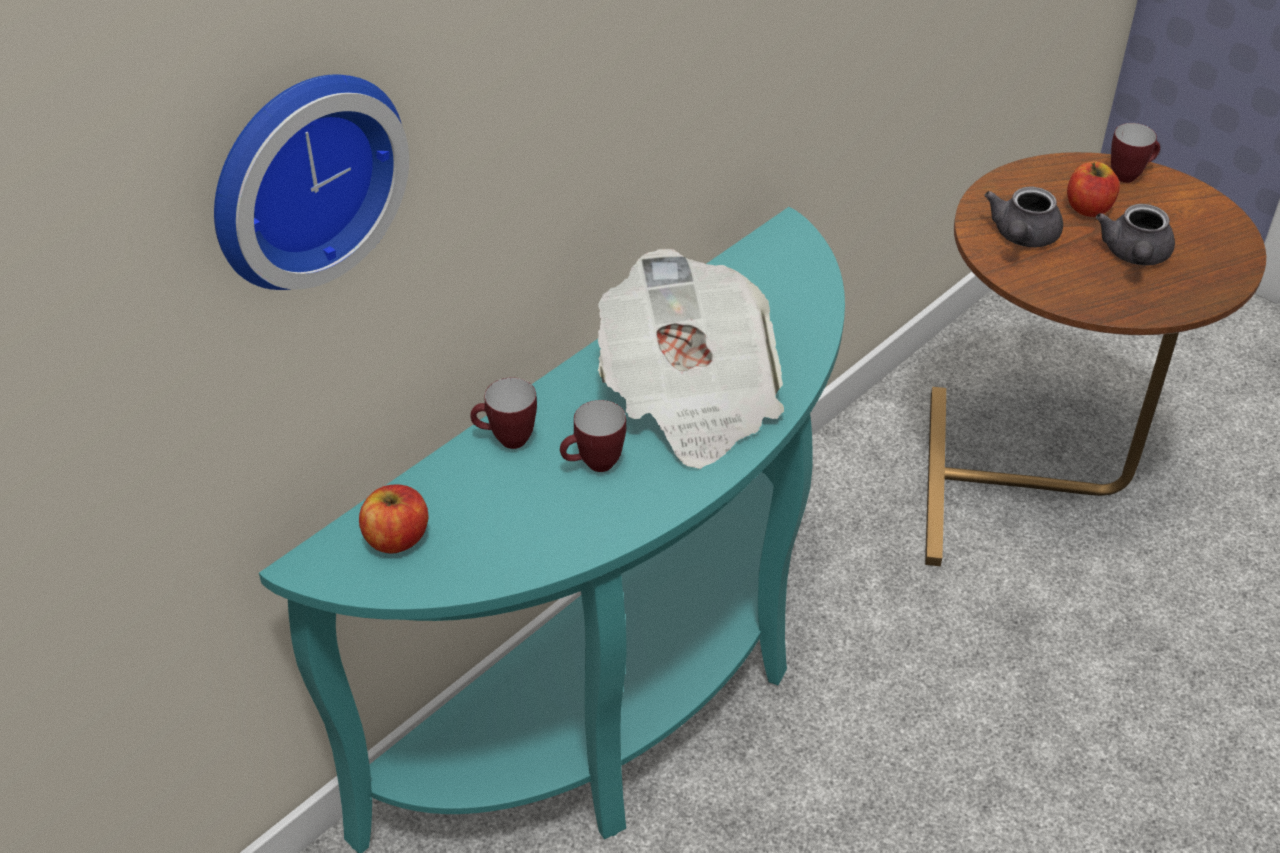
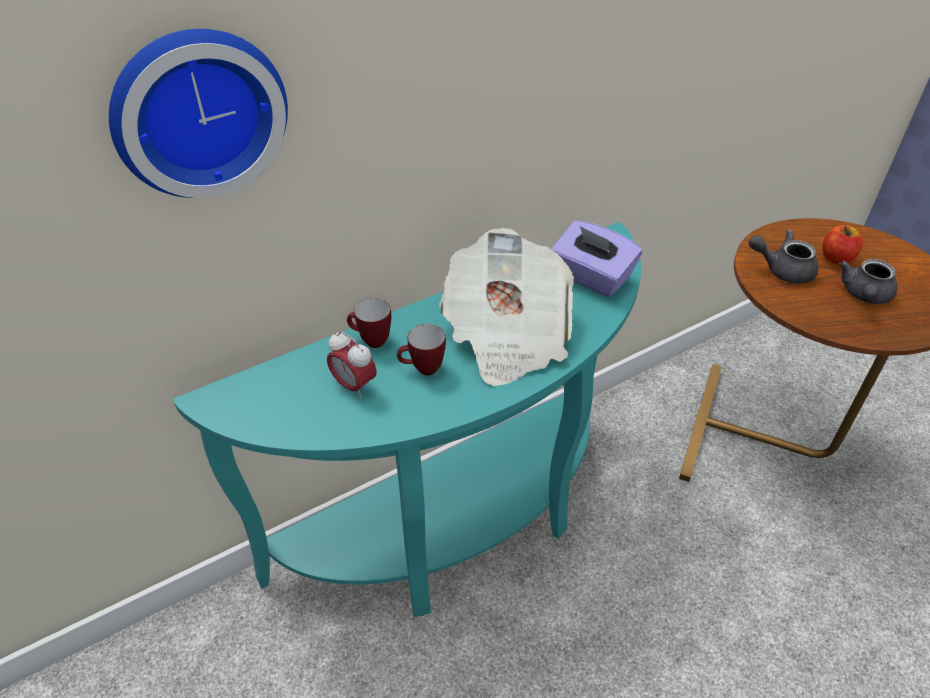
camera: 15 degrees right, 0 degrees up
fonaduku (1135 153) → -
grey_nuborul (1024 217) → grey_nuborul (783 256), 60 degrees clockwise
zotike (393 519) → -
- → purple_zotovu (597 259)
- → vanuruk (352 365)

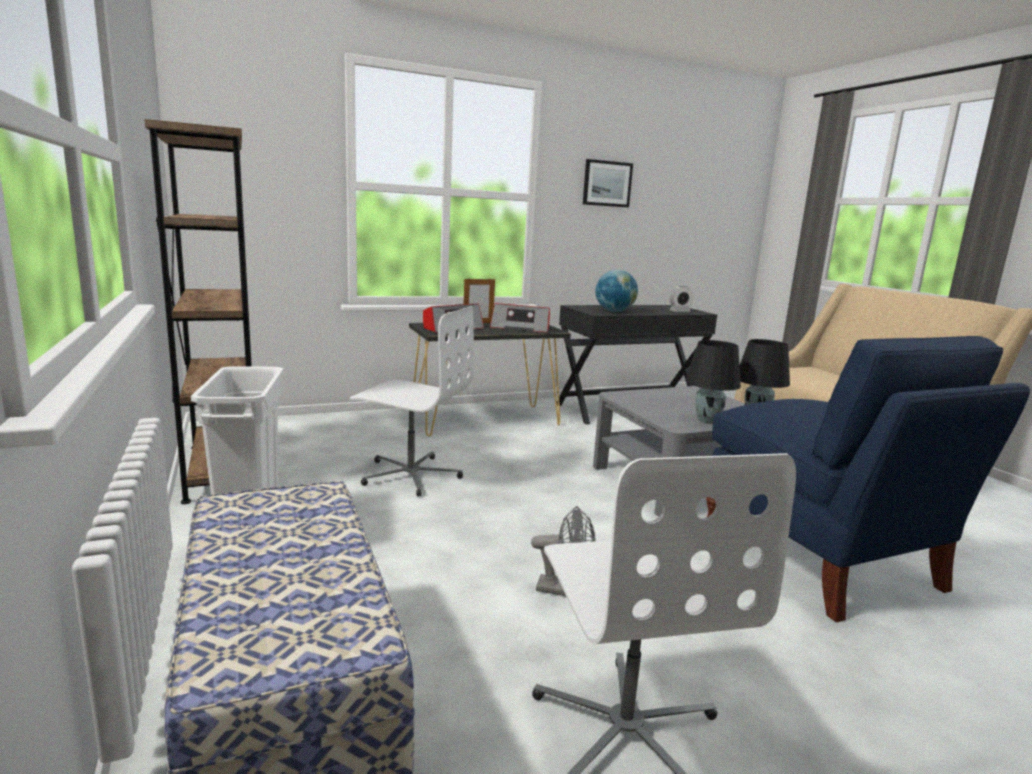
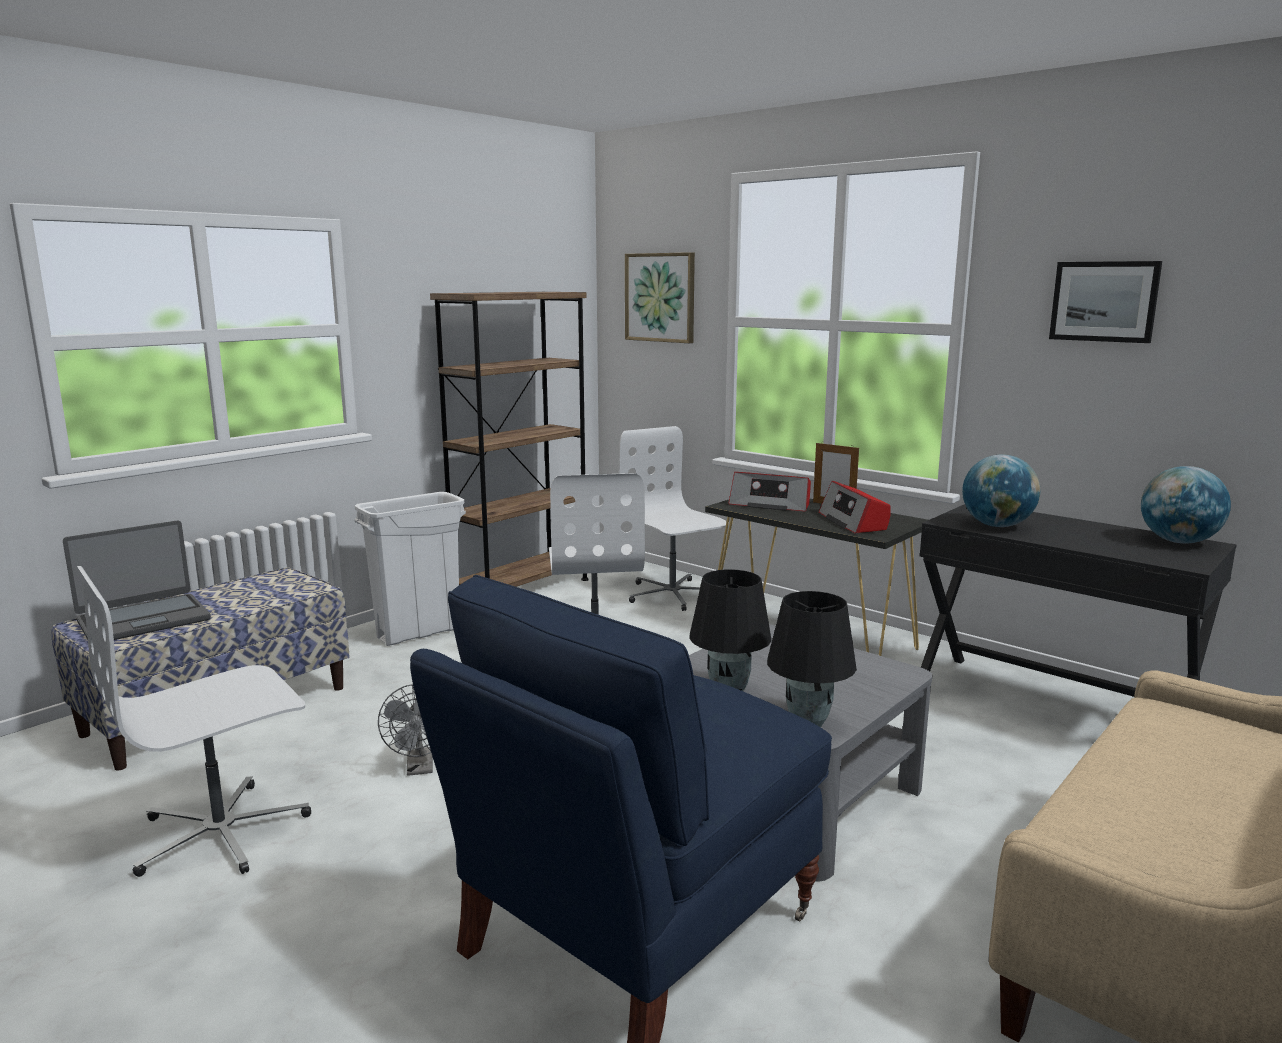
camera: 65 degrees right, 0 degrees up
vanuruk (681 299) → -
- → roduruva (660 297)
- → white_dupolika (673 518)
- → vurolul (1186 504)
- → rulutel (137 580)

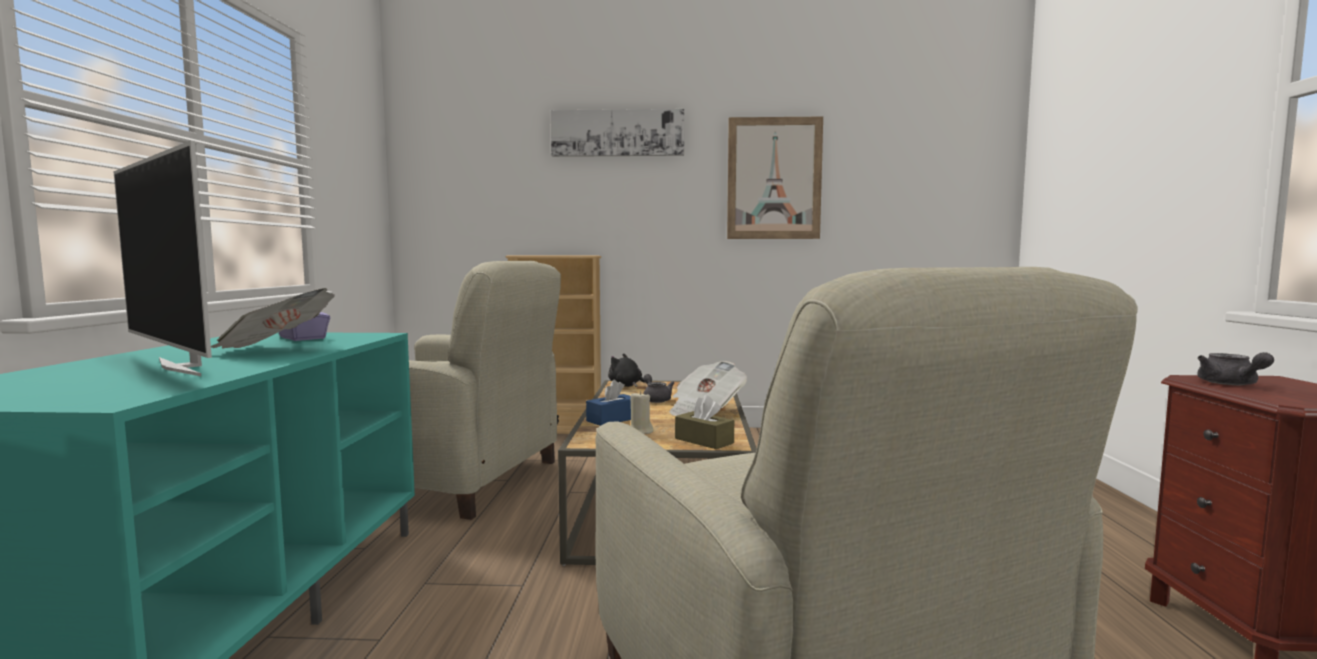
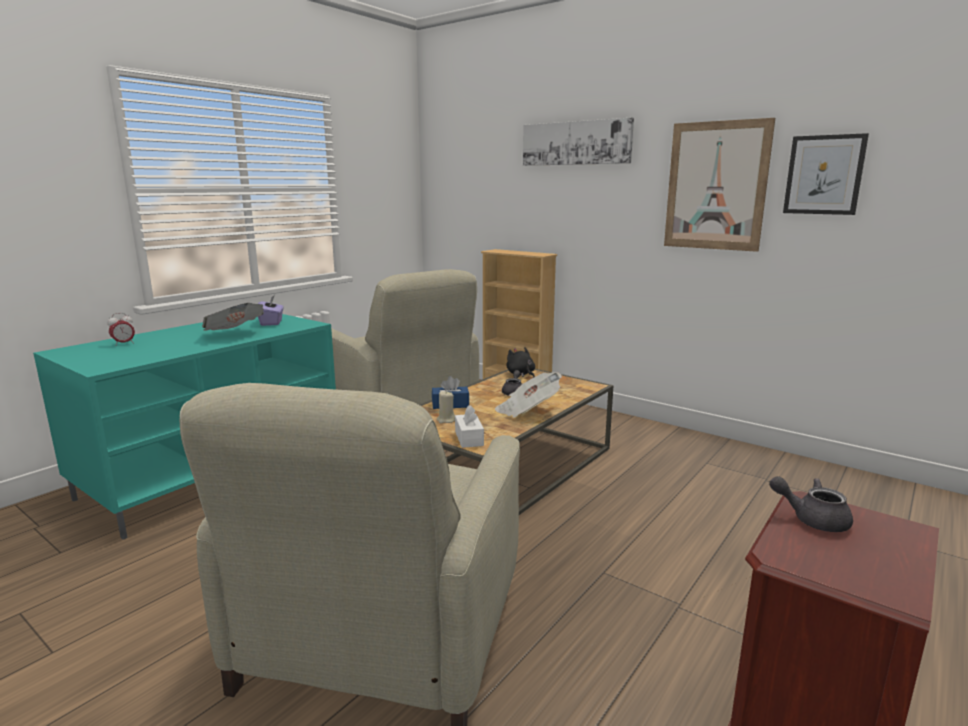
camera: 35 degrees right, 10 degrees up
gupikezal (162 258) → -
grey_nuborul (1235 368) → grey_nuborul (811 504), 75 degrees clockwise
brown_zotovu (704 422) → white_zotovu (469 426)
- → roduruva (826 174)
- → vanuruk (121 329)

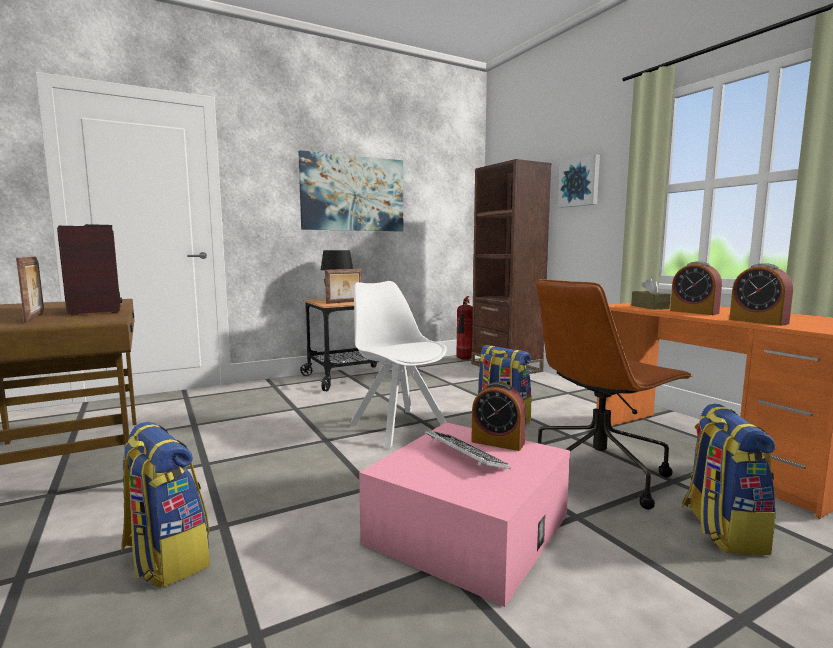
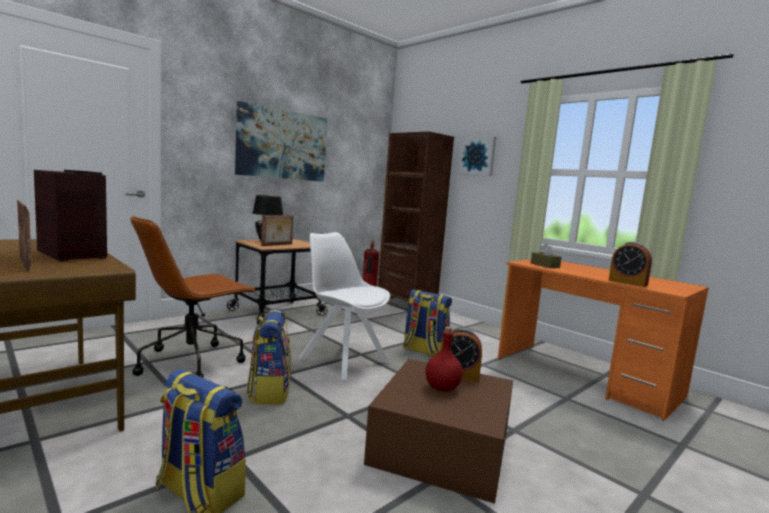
camera: 15 degrees left, 0 degrees up
vanuruk (696 288) → -
brown_dupolika (614 394) → brown_dupolika (193 297), relocated
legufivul (729 479) → legufivul (269 356), relocated
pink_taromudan (464 514) → brown_taromudan (438 431)
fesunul (468 450) → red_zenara (444 359)

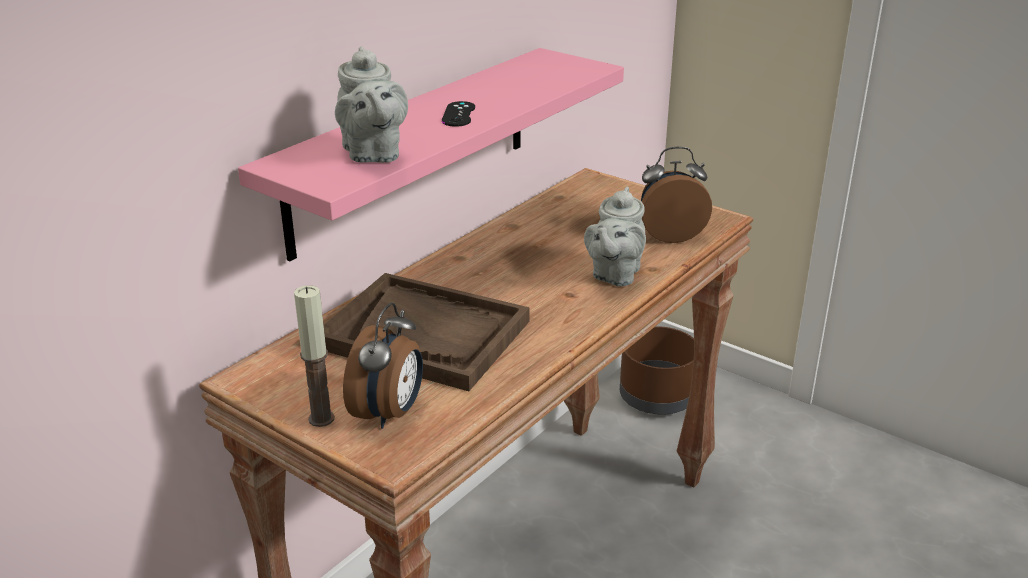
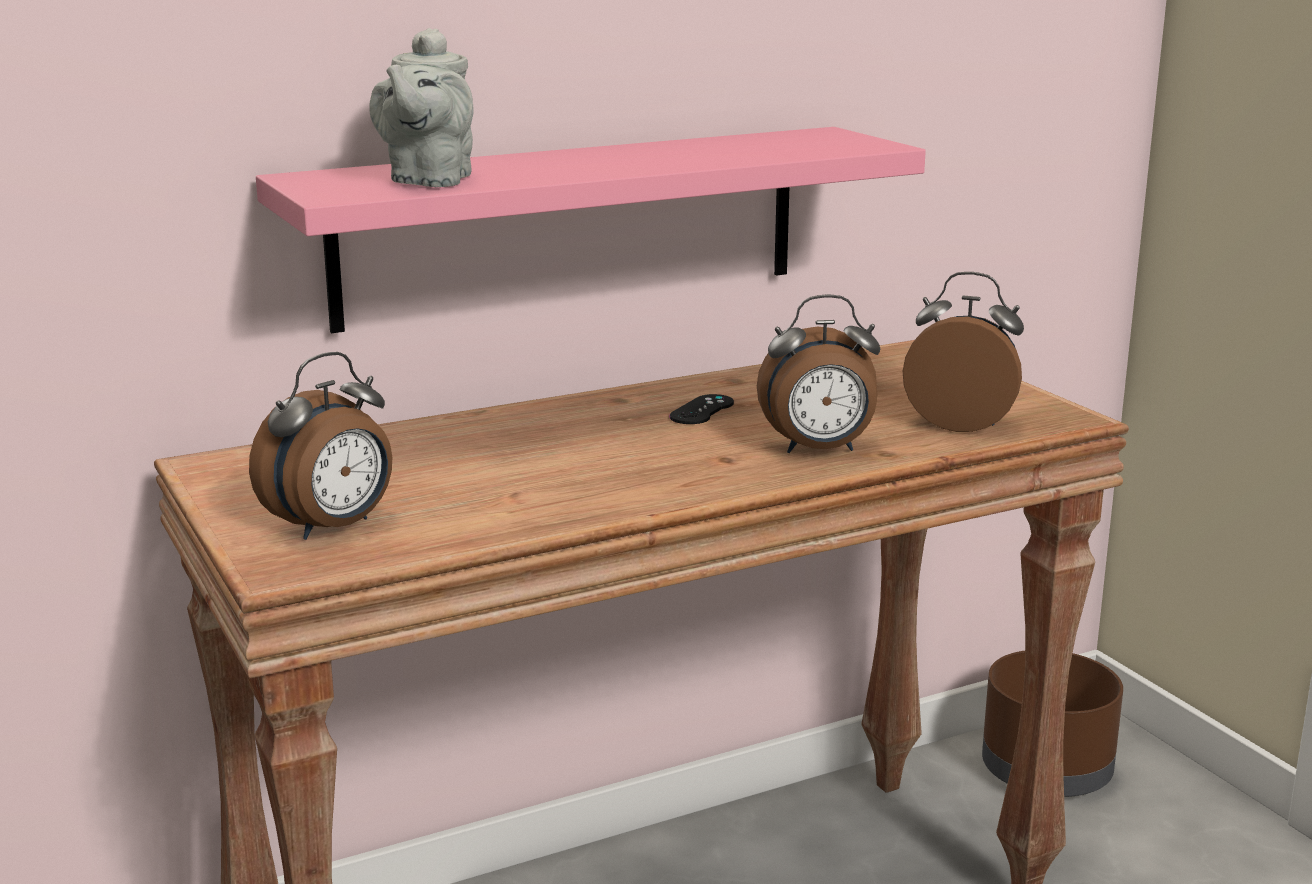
camera: 25 degrees right, 10 degrees down
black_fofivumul (458 114) → black_fofivumul (701 409), relocated
grey_nuborul (615 237) → vanuruk (818 373)
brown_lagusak (426 332) → -
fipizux (314 356) → -

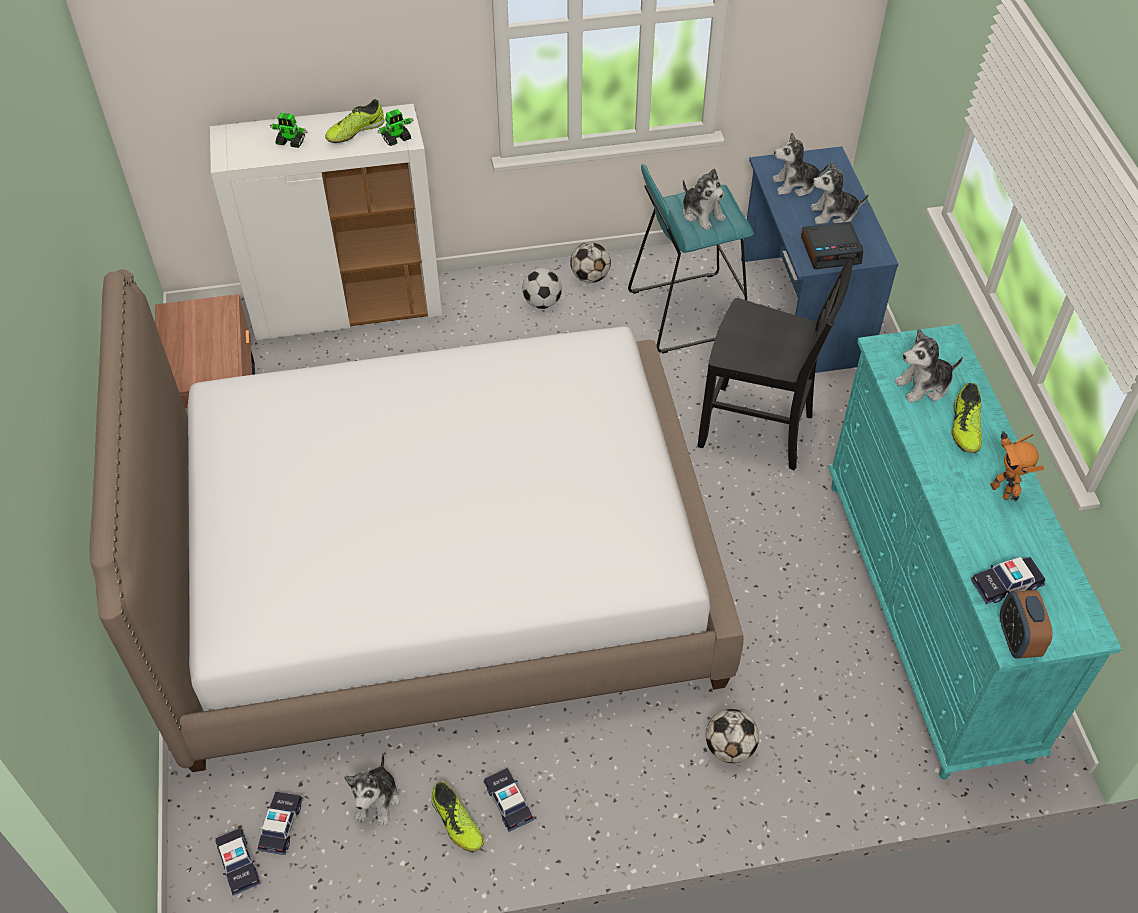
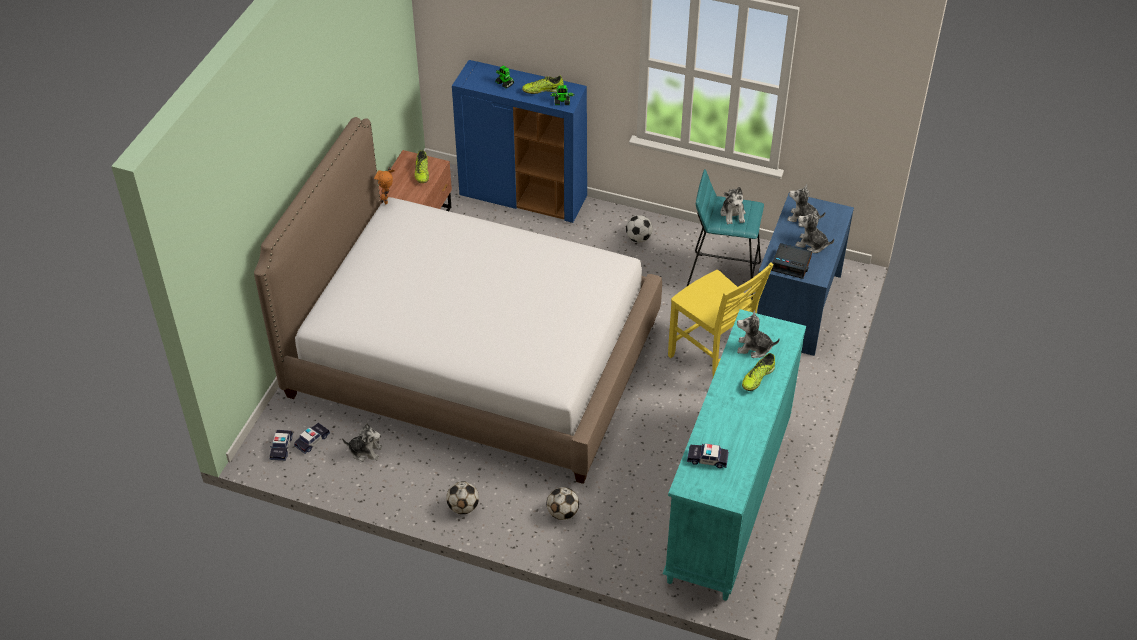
camera: 30 degrees right, 5 degrees down
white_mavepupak (326 222) → blue_mavepupak (519 141)
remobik (590 262) → remobik (462 498), relocated
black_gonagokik (776 362) → yellow_gonagokik (721 320)
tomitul (1017 466) → tomitul (384 186), relocated
vanuruk (1026 624) → -
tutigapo (372 789) → tutigapo (362 442), 120 degrees counterclockwise
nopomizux (508 800) → -
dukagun (457 817) → dukagun (421 166), relocated

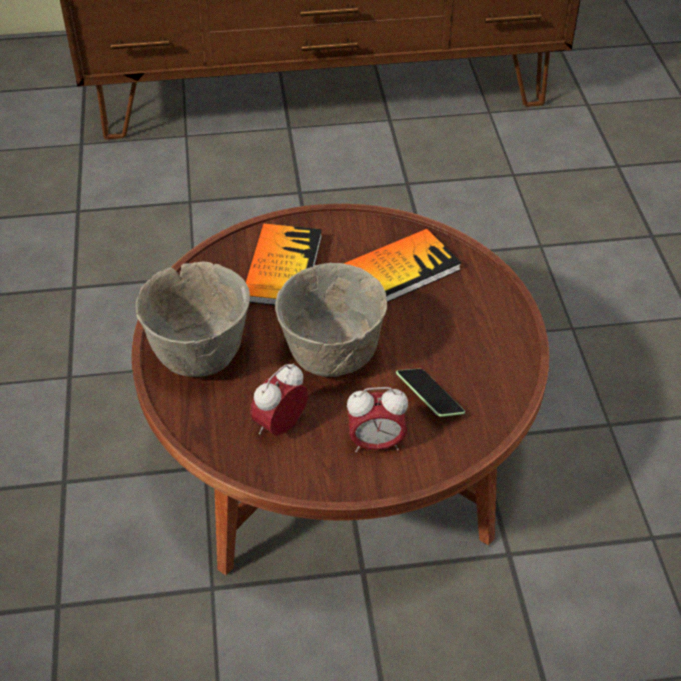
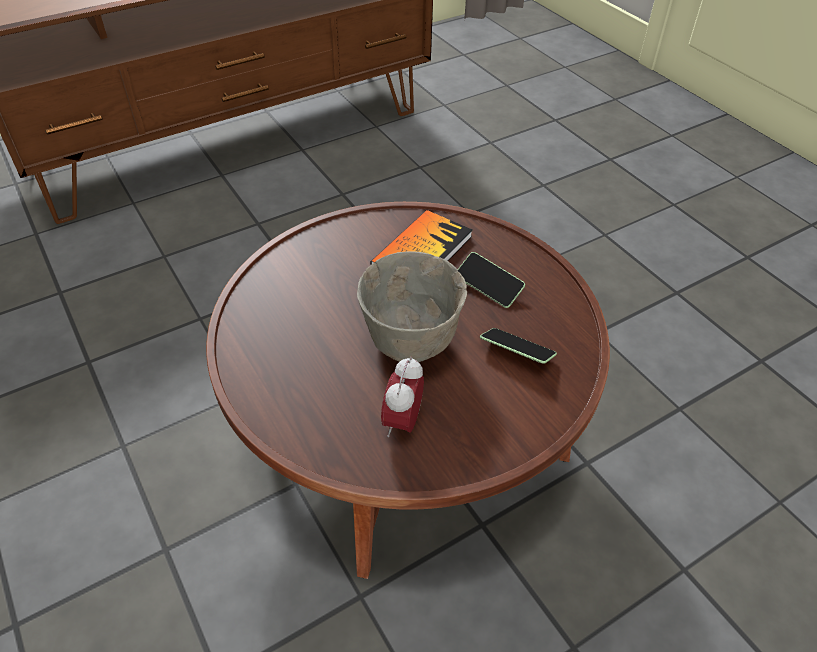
camera: 25 degrees left, 0 degrees up
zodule (283 264) → -
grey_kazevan (193 319) → -
vanuruk (377 420) → -
- → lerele (491 280)

